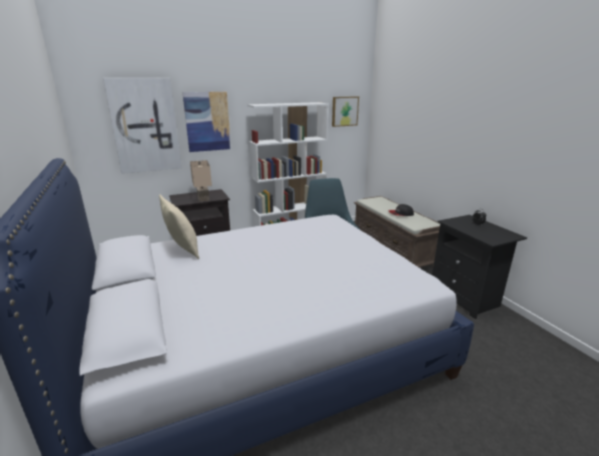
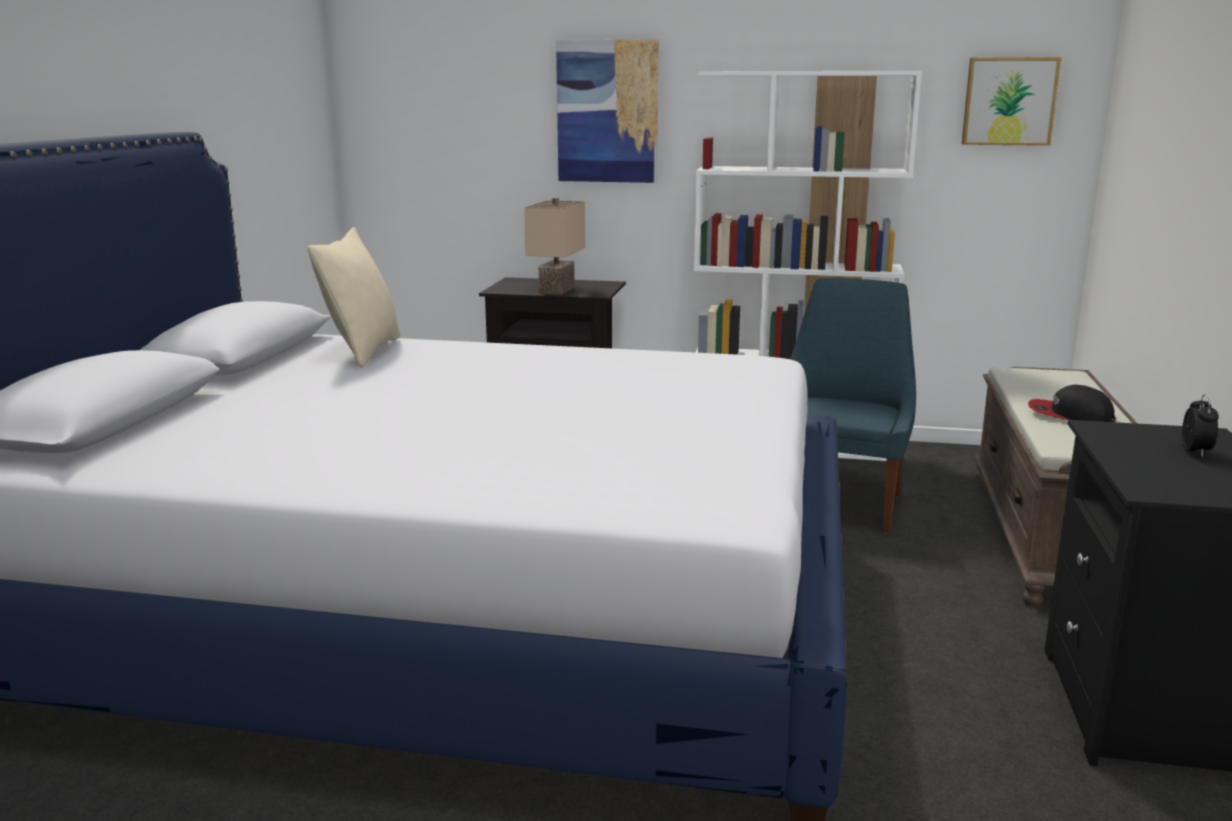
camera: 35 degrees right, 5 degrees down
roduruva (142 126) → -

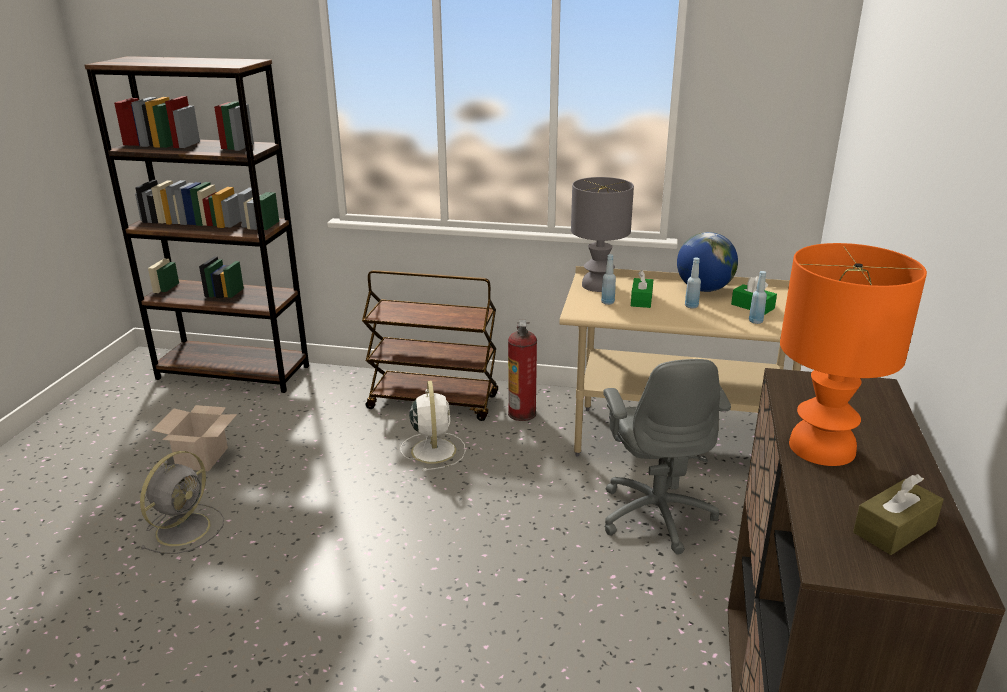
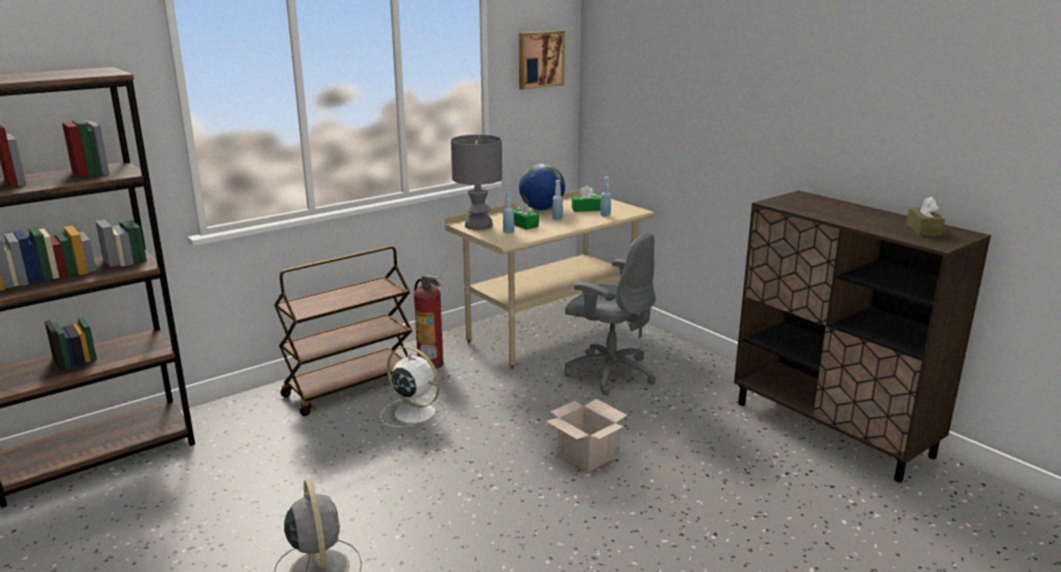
camera: 50 degrees left, 5 degrees down
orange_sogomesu (853 354) → -
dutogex (194 438) → dutogex (586 435), relocated
- → roduruva (542 60)

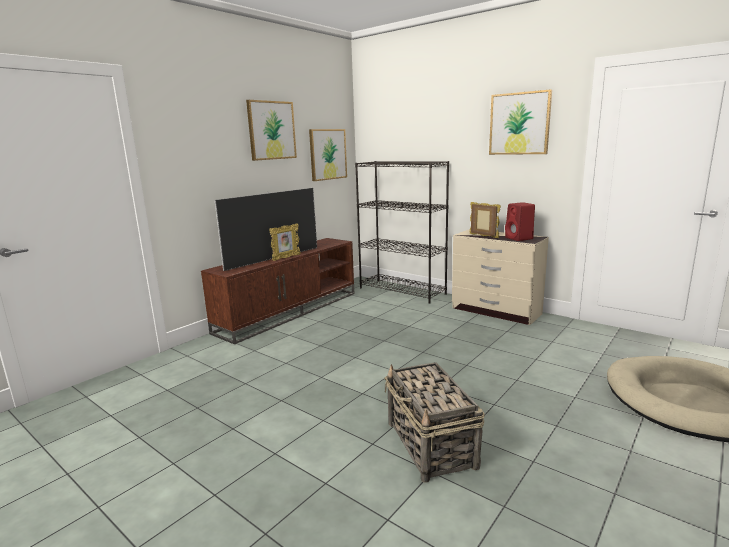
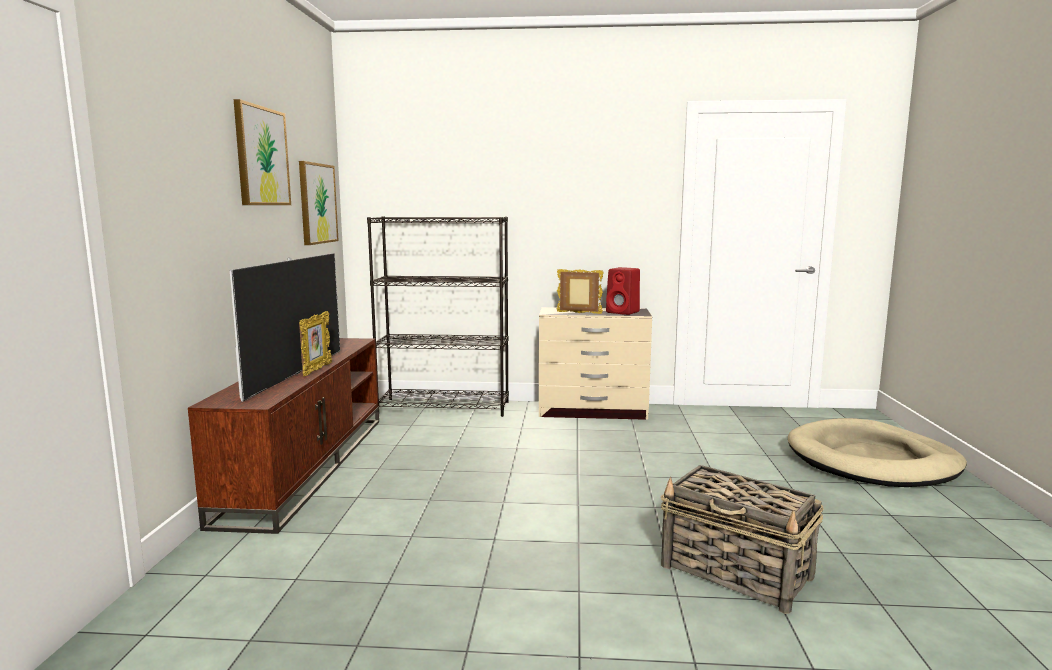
camera: 35 degrees left, 5 degrees down
roduruva (520 122) → -

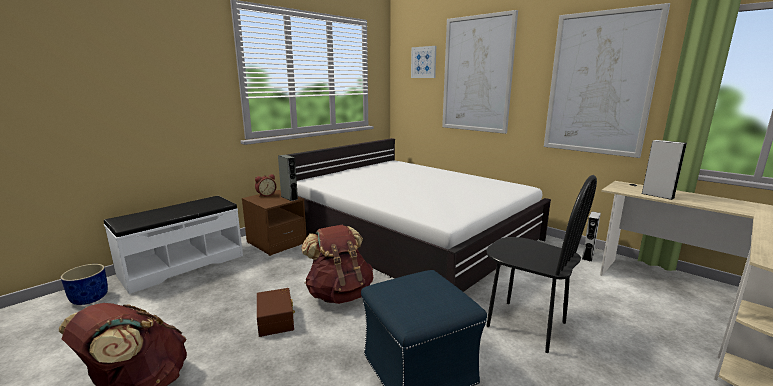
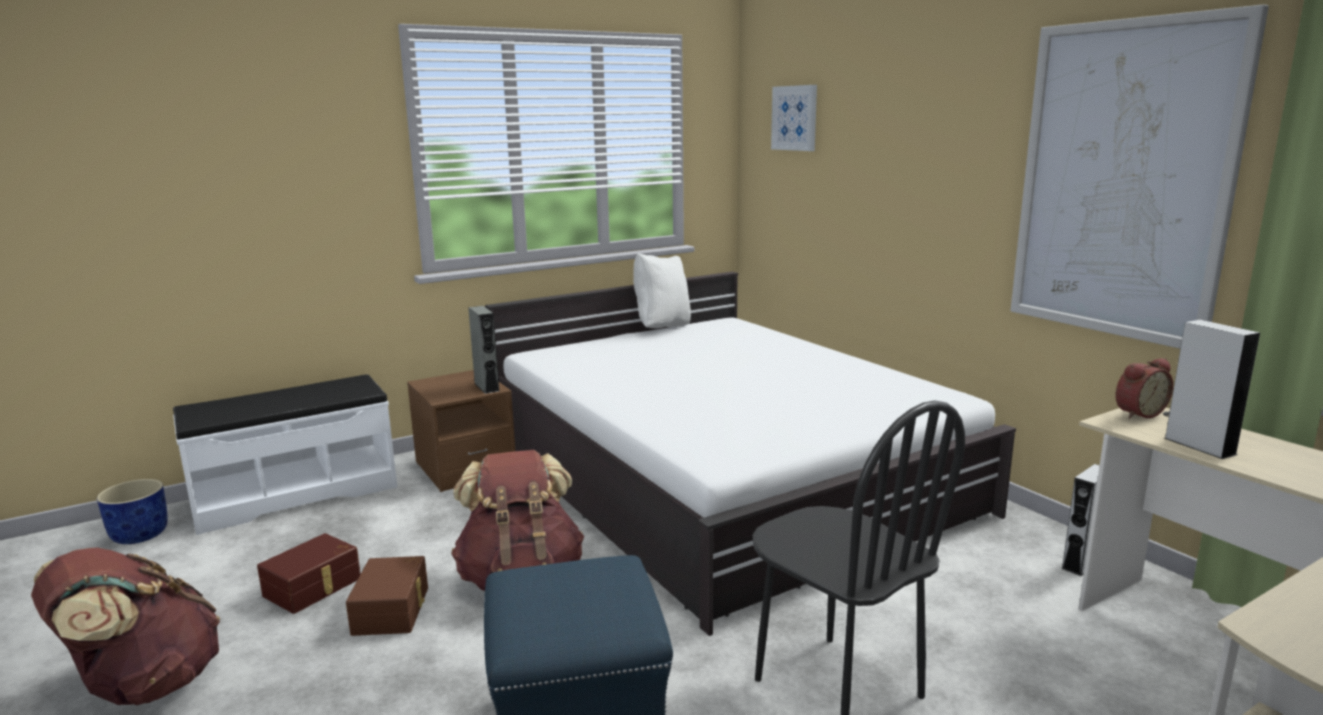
camera: 15 degrees right, 0 degrees up
roduruva (480 72) → -
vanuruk (265 185) → vanuruk (1144 388), relocated
- → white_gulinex (662 290)
- → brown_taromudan (309 573)

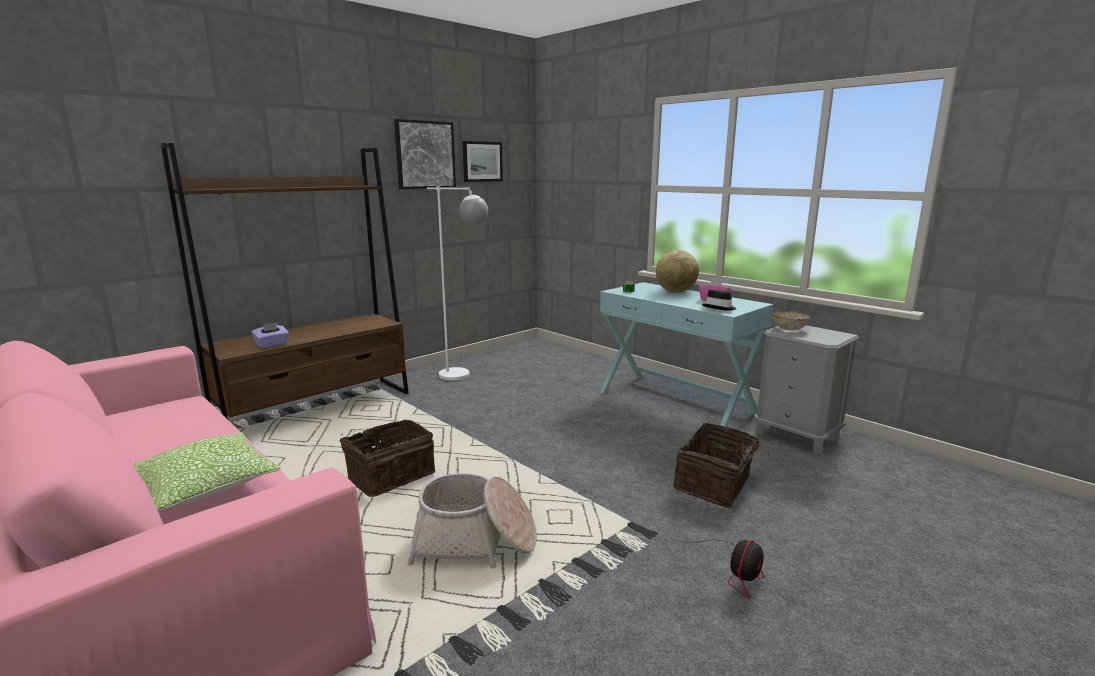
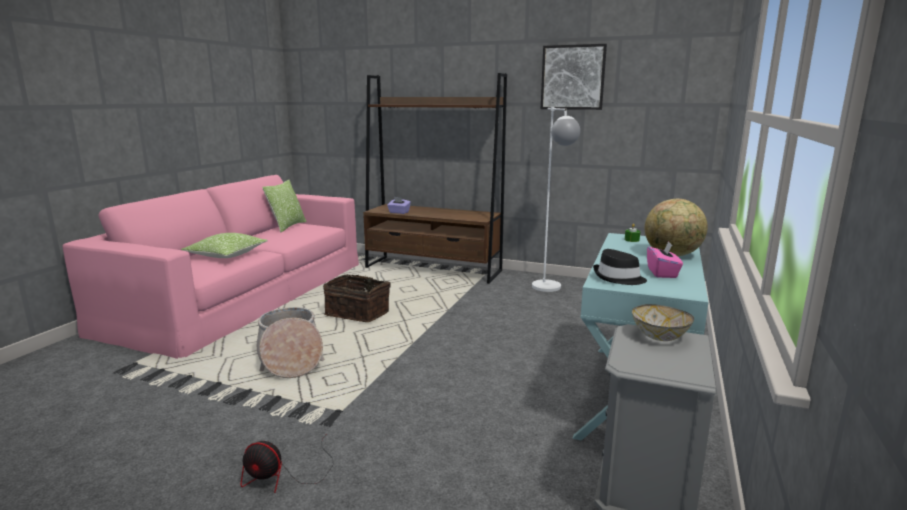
camera: 65 degrees right, 0 degrees up
roduruva (483 161) → -
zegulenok (723 465) → -
- → gulinex (284 206)

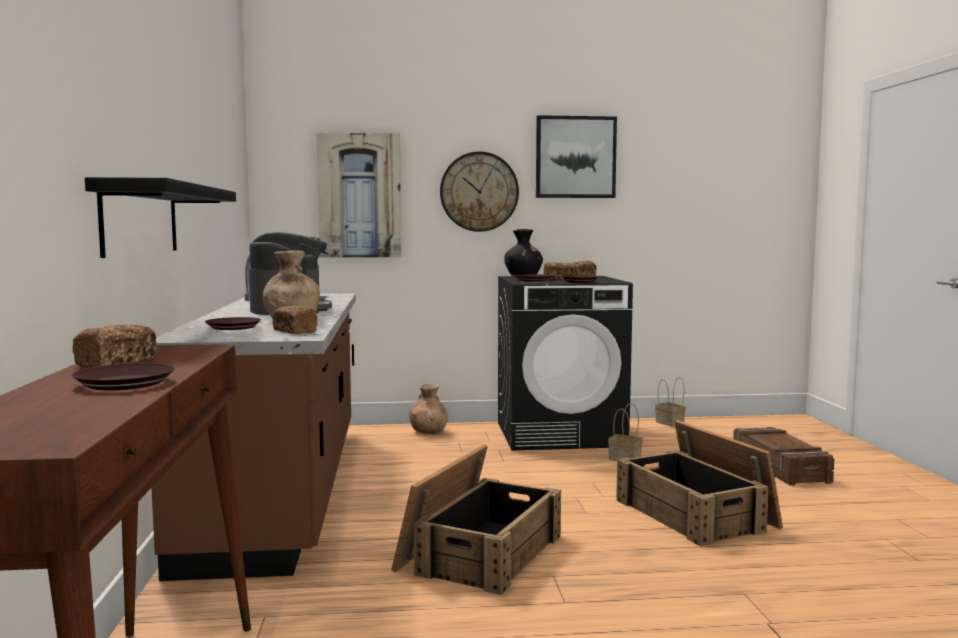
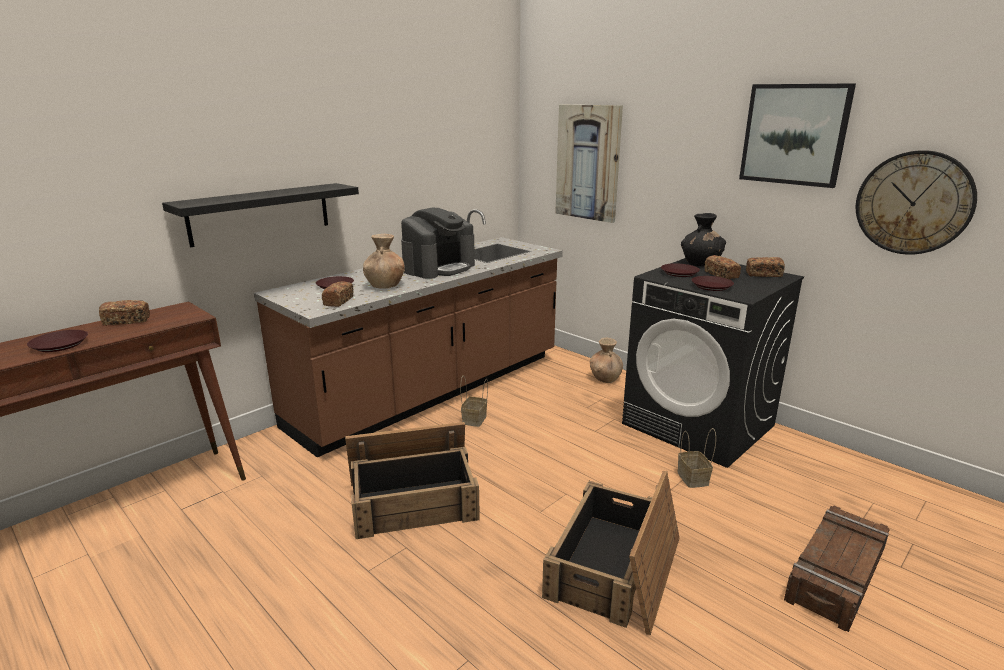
camera: 50 degrees right, 15 degrees up
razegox (479 191) → razegox (916 202), relocated
zegulenok (670 402) → zegulenok (474 401), relocated

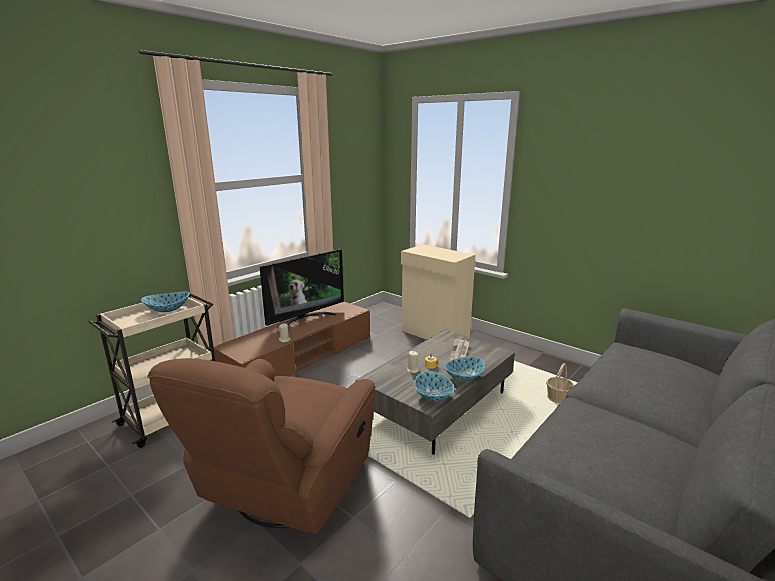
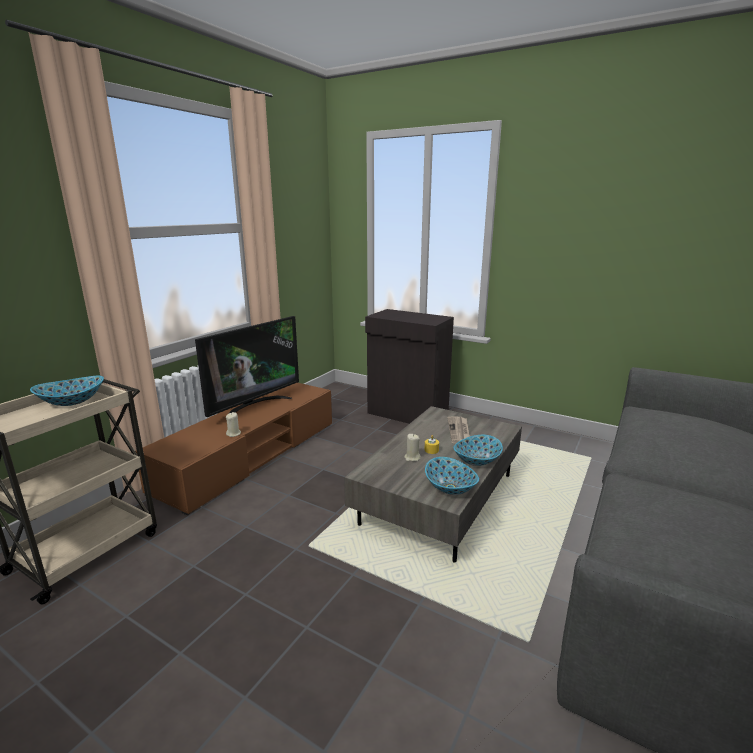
camera: 10 degrees left, 0 degrees up
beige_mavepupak (438 292) → black_mavepupak (409 366)
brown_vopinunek (261 446) → -
zegulenok (560 383) → -

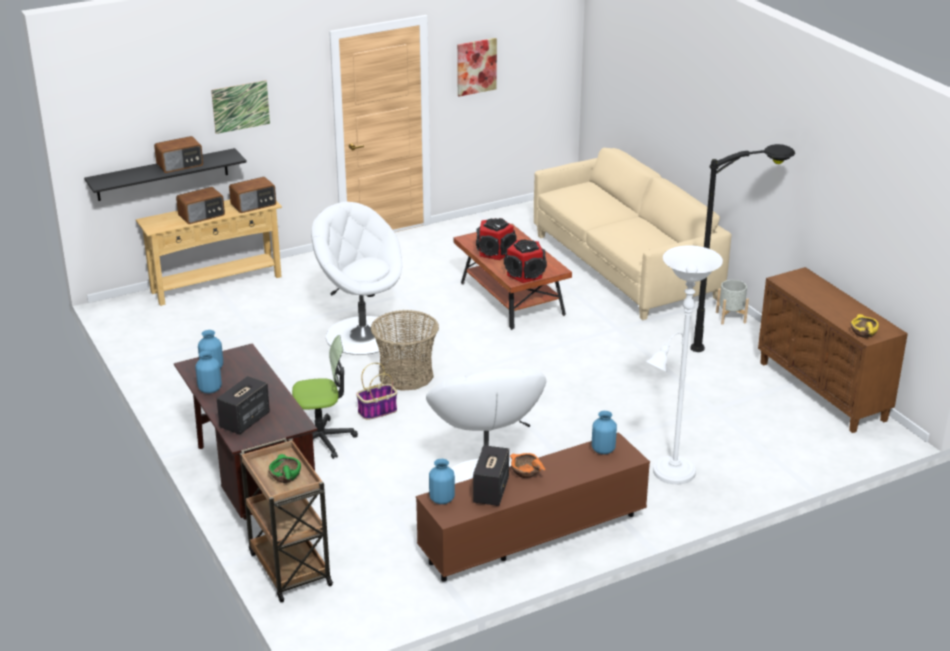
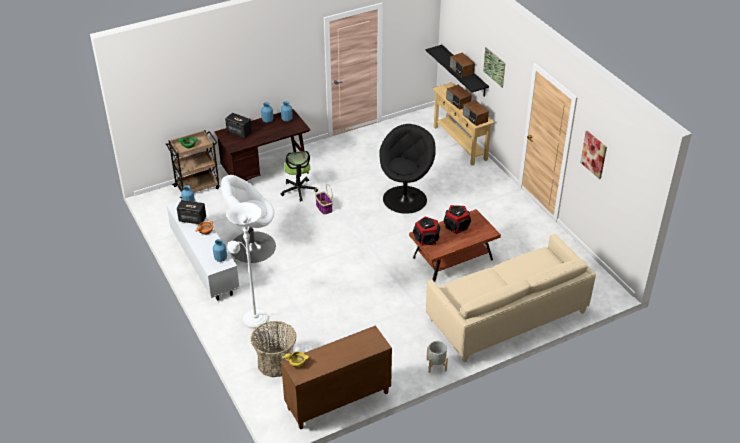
camera: 90 degrees right, 10 degrees up
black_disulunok (742 248) → -
white_vopinunek (356 278) → black_vopinunek (407 169)
zegulenok (405 350) → zegulenok (273 349), relocated
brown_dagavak (533 507) → white_dagavak (203 249)

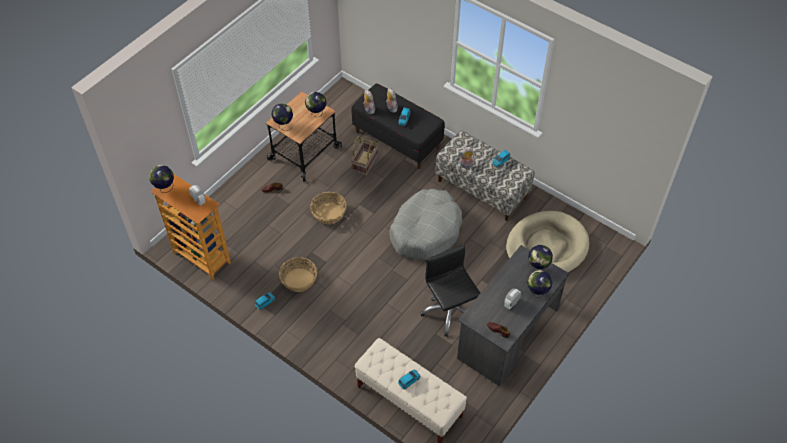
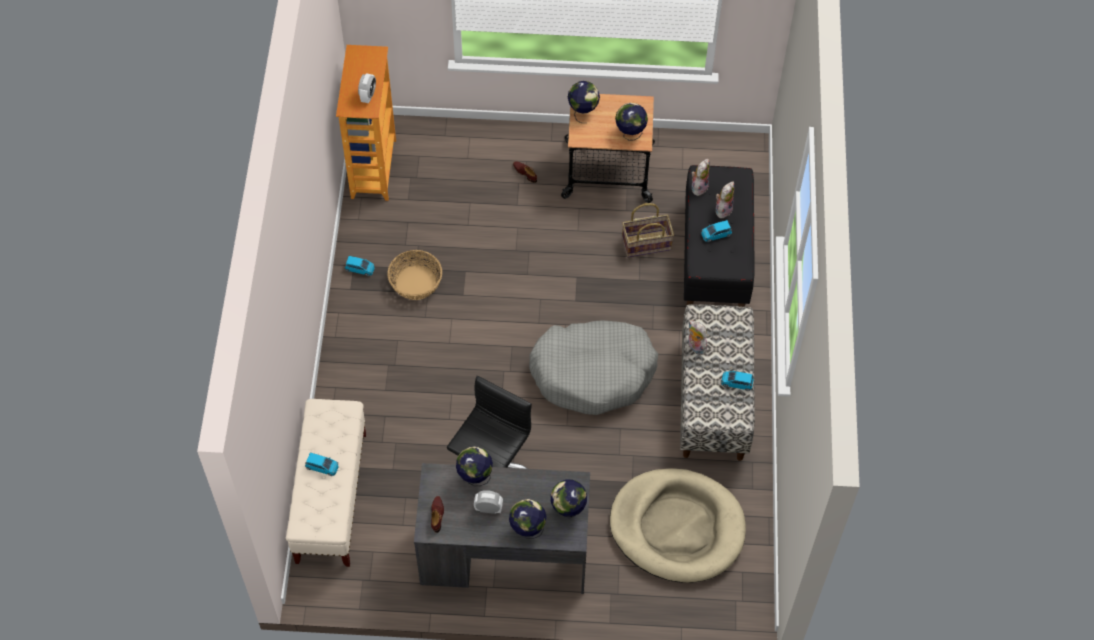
camera: 55 degrees right, 5 degrees up
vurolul (161 179) → vurolul (474 466), relocated
zegulenok (328 208) → -

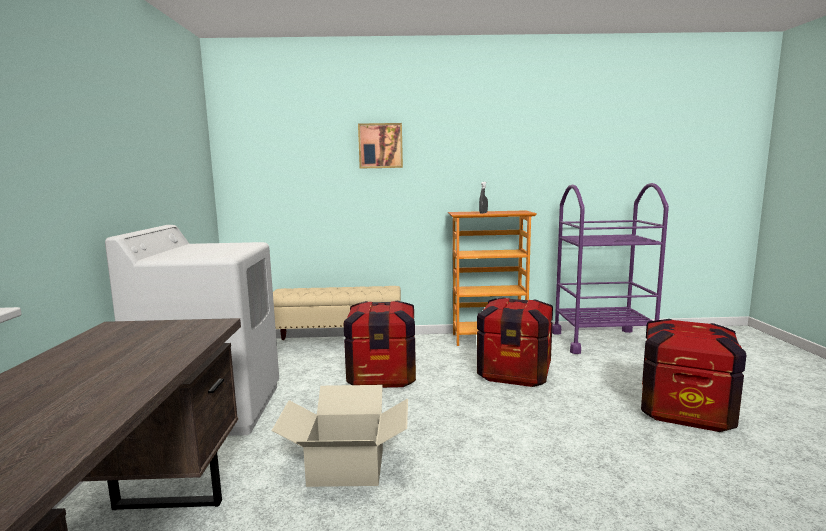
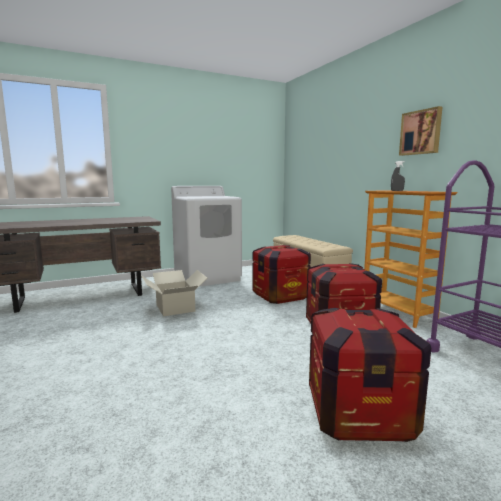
camera: 65 degrees right, 0 degrees up
roduruva (380 146) → roduruva (420 131), relocated

